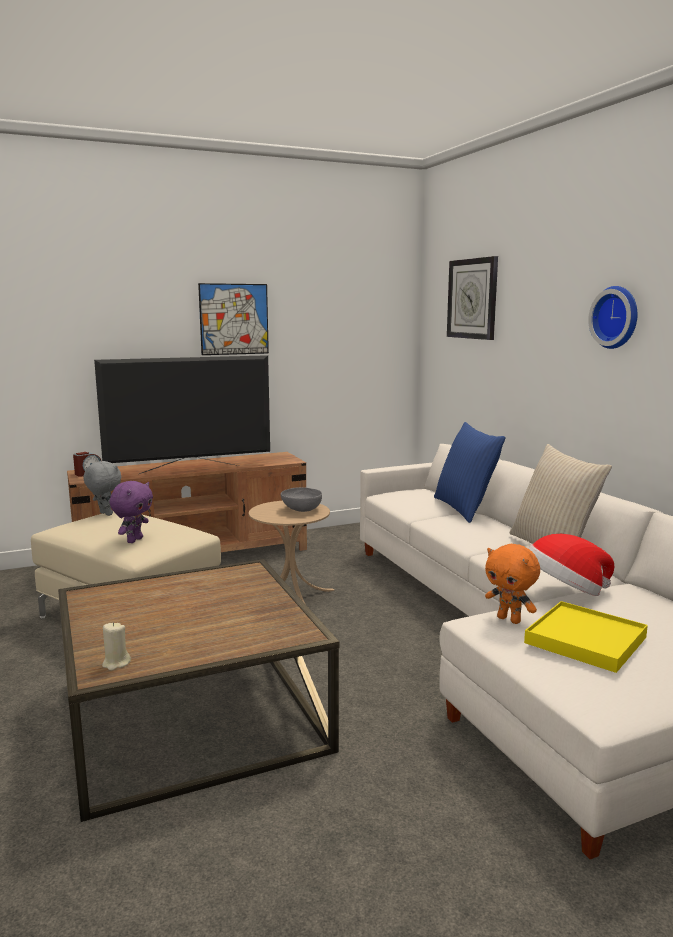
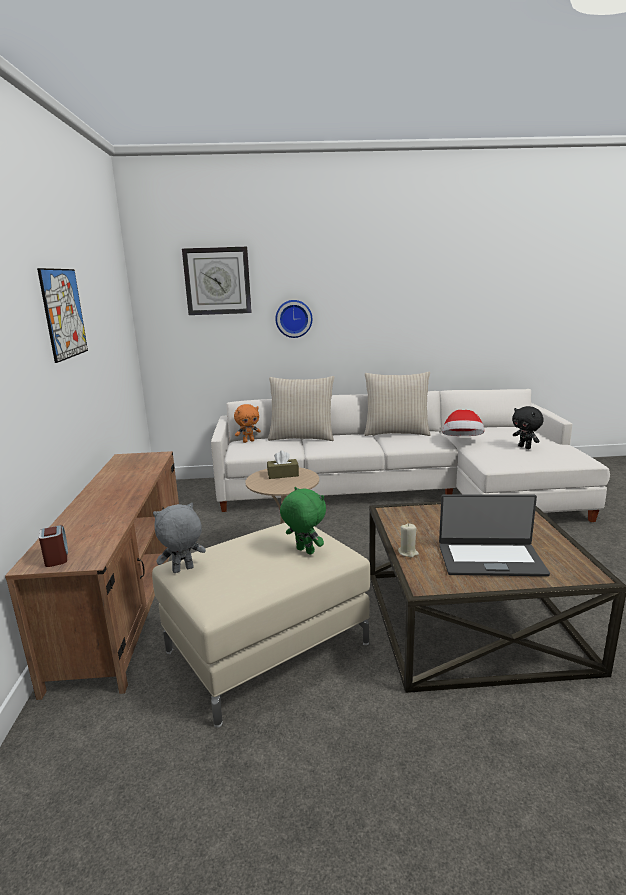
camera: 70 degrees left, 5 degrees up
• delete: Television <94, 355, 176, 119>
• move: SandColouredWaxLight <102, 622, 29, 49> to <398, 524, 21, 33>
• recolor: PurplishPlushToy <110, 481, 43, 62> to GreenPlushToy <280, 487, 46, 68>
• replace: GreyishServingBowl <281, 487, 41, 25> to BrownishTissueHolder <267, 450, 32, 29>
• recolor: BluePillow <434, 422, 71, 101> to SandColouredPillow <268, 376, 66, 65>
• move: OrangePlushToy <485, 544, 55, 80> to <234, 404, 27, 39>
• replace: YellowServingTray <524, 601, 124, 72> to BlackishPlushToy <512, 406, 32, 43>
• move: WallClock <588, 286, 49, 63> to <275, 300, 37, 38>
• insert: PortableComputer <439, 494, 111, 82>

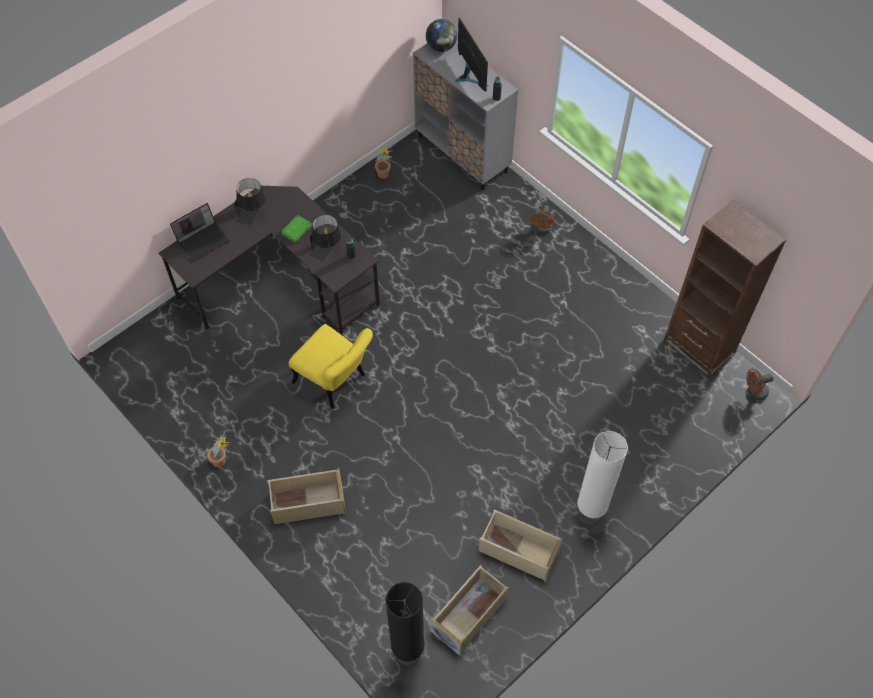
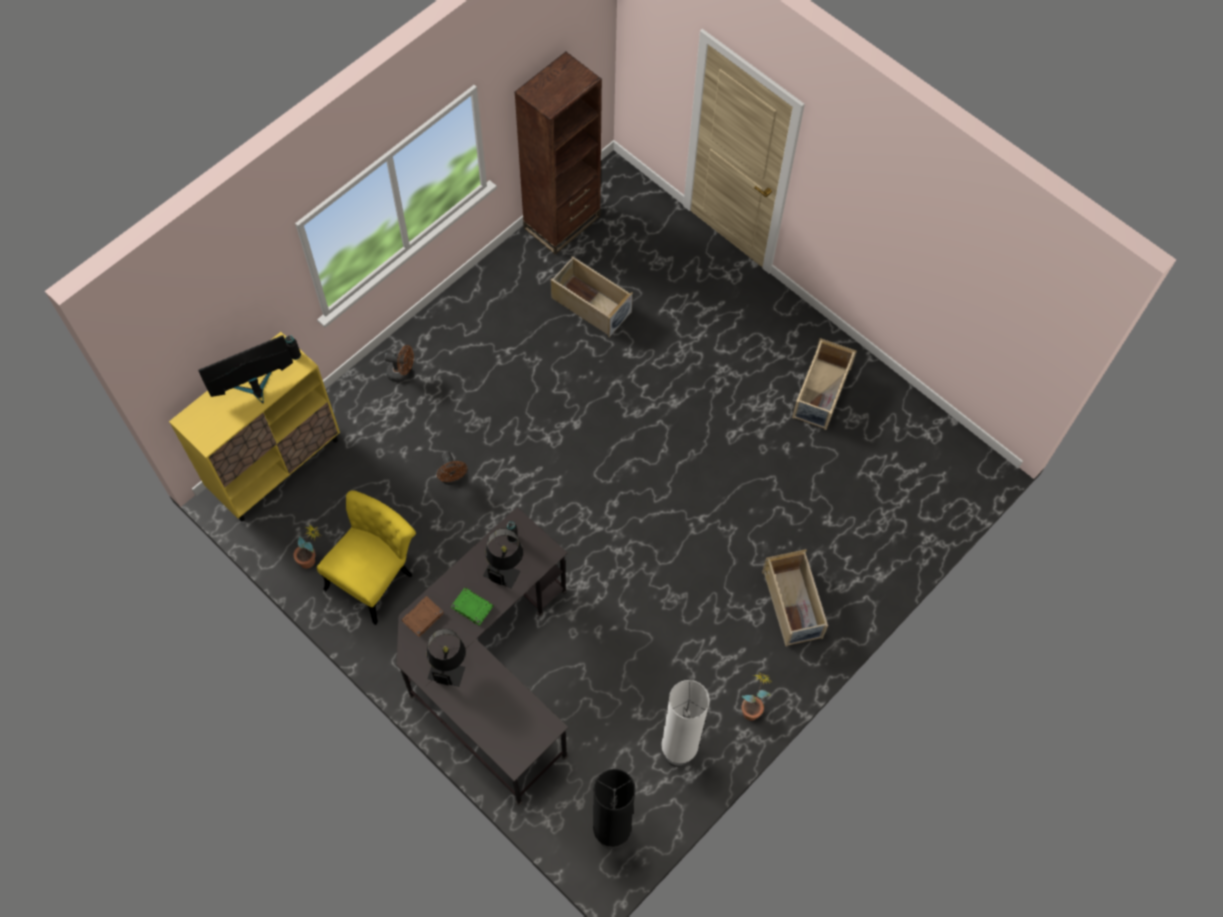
camera: 95 degrees left, 5 degrees up
• delete: PortableComputer <170, 203, 60, 59>
• move: YellowPlainChair <289, 324, 84, 85> to <317, 490, 99, 135>
• move: BlackishStandingLamp <385, 582, 39, 84> to <593, 769, 43, 80>
• recolor: GreyishCabinet <413, 42, 105, 148> to YellowCabinet <169, 332, 171, 189>
• delete: WorldGlobe <426, 19, 31, 33>
• move: SandColouredStorageBox <430, 565, 79, 91> to <551, 256, 82, 81>
• move: WhiteColouredStandingLamp <577, 431, 51, 94> to <661, 680, 49, 87>
• move: BrownishCoolingFan <746, 369, 28, 32> to <437, 452, 30, 33>
• insert: BrownishVolume <402, 596, 42, 41>

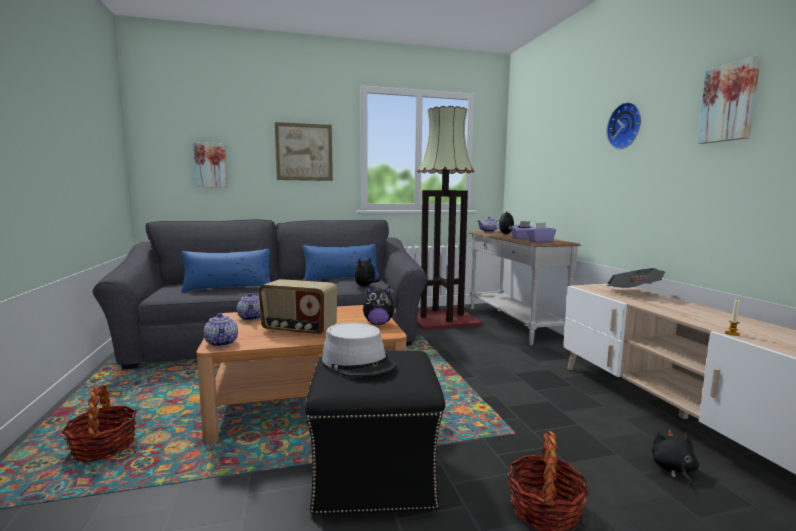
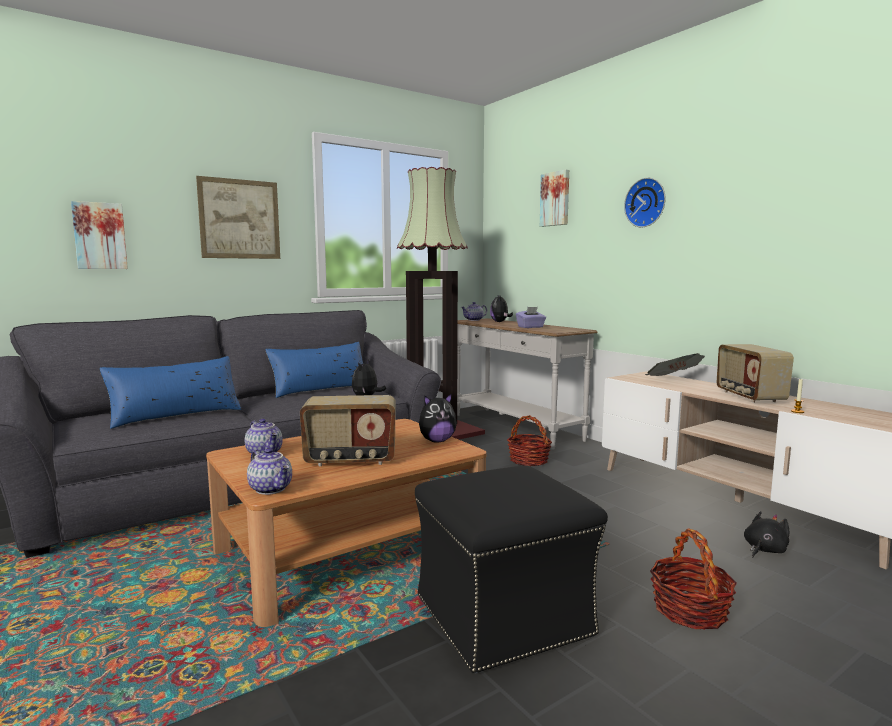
camera: 20 degrees left, 0 degrees up
• move: Basket <62, 385, 75, 77> to <507, 415, 45, 51>
• delete: GreyishHat <322, 323, 75, 54>
• delete: PurplishTissueHolder <527, 223, 29, 19>
• rotate: BlackishPlushToy <652, 429, 47, 59> = <744, 511, 45, 46> 60 degrees clockwise
• move: Picture <697, 56, 64, 88> to <540, 169, 29, 58>
• insert: Radio <717, 344, 77, 59>

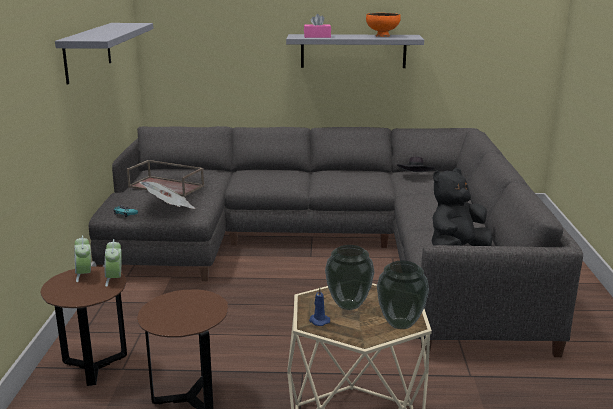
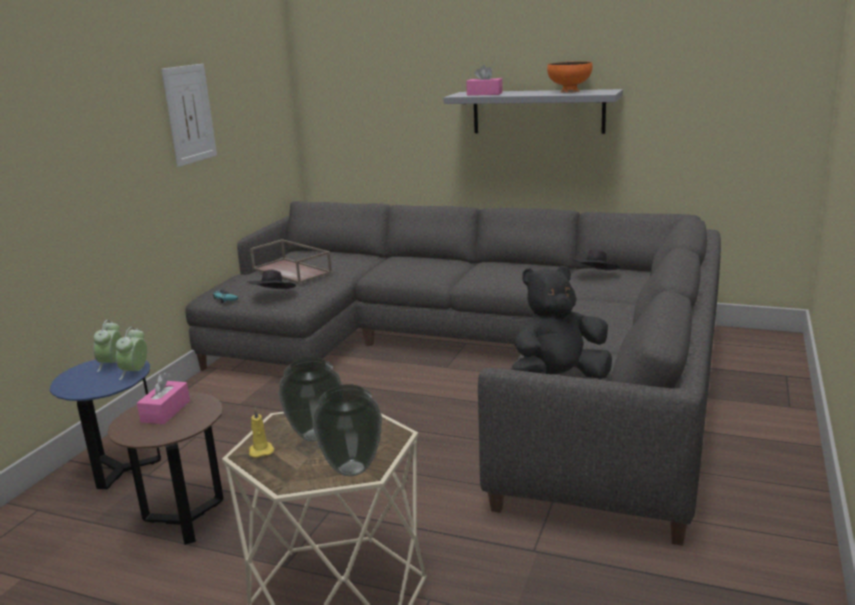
camera: 20 degrees right, 0 degrees up
• recolor: BrownishSideTable <41, 266, 86, 120> to BlueSideTable <50, 359, 111, 130>
• replace: GreyishWallShelf <55, 23, 98, 61> to Picture <161, 64, 56, 103>
• replace: PrintedPaper <140, 181, 56, 28> to BlackishHat <247, 270, 49, 19>
• recolor: BlueWaxLight <309, 287, 21, 39> to YellowWaxLight <249, 408, 25, 50>
• insert: PinkColouredTissueHolder <137, 372, 53, 52>

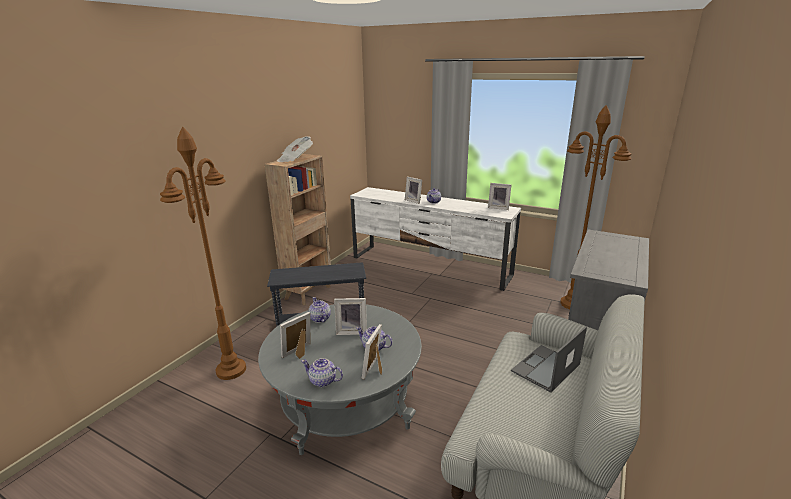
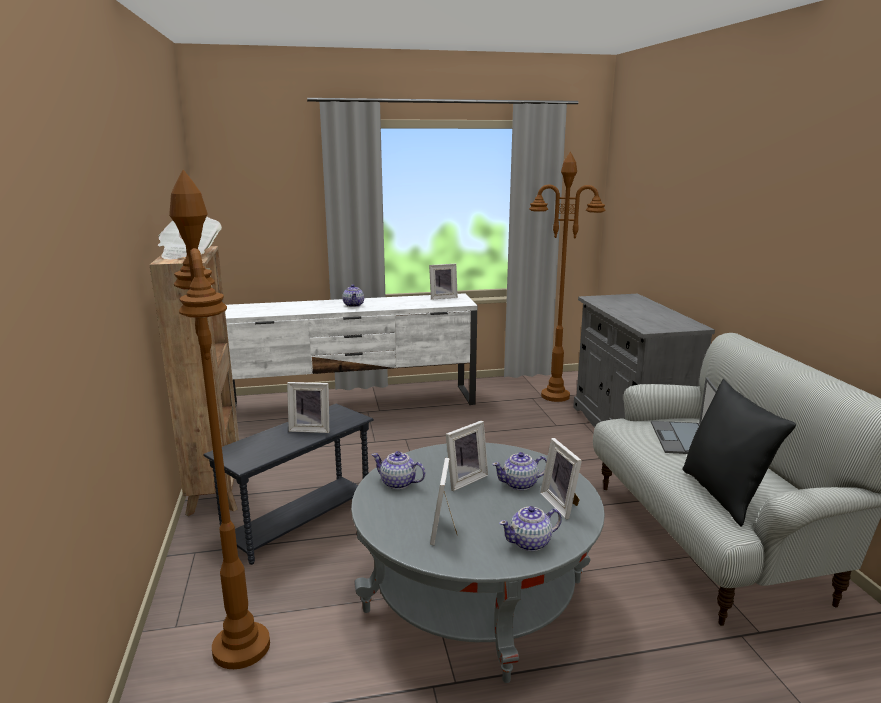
camera: 40 degrees left, 5 degrees down
• move: PictureFrame <405, 177, 17, 27> to <287, 382, 42, 51>
• insert: BlackishPillow <682, 379, 114, 148>

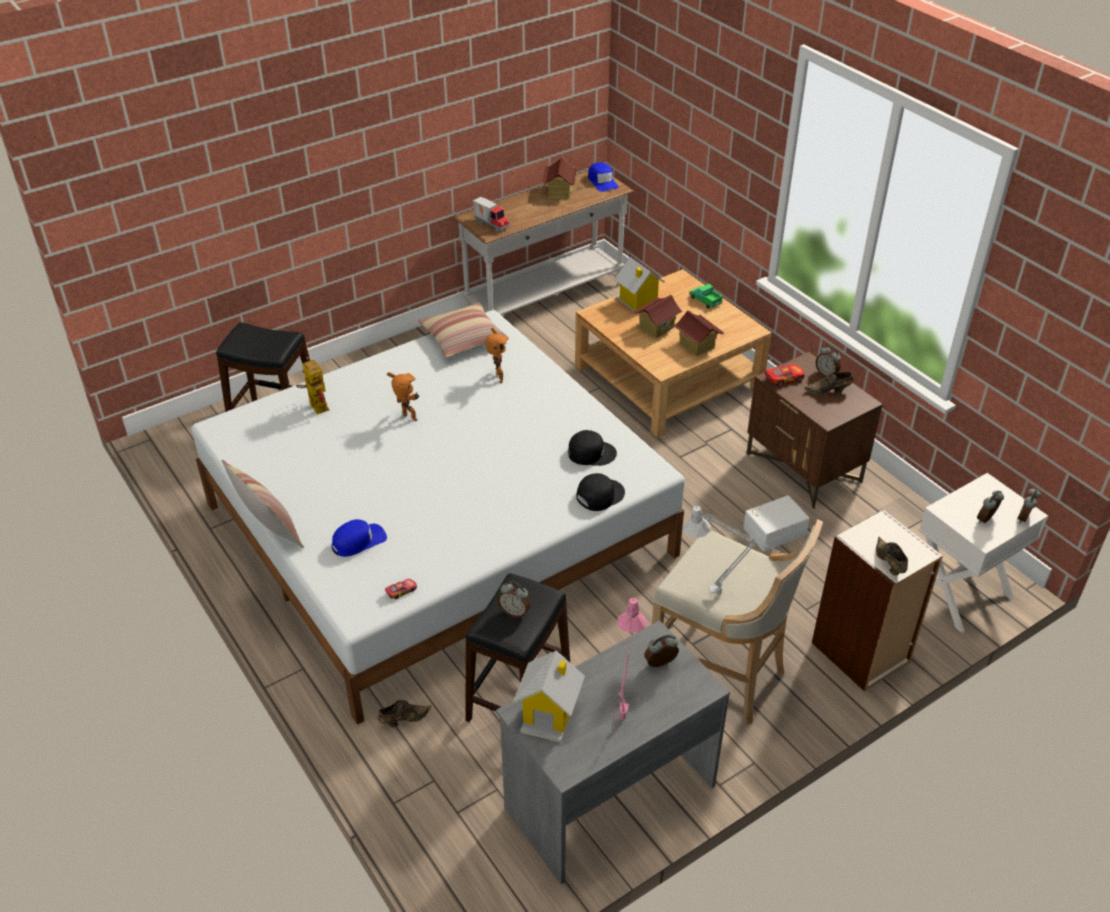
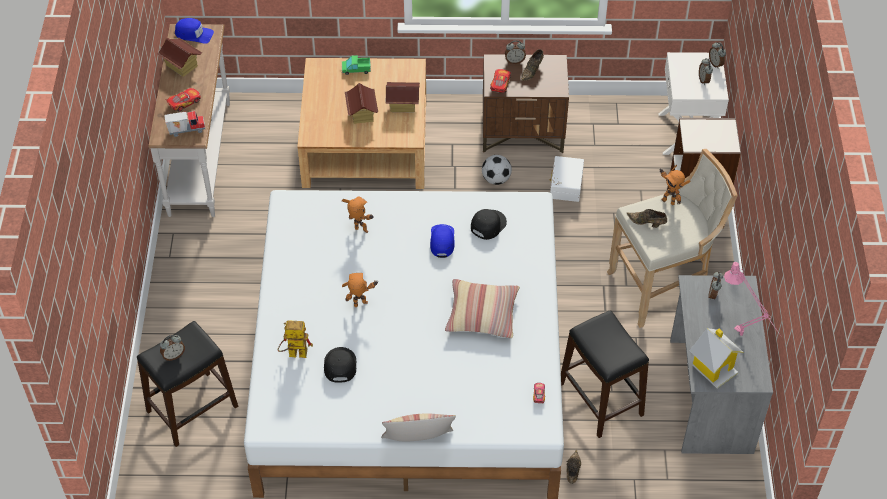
camera: 55 degrees left, 10 degrees up
• move: BlueBaseballCap <332, 519, 55, 38> to <430, 224, 25, 34>
• move: Pillow <418, 302, 91, 56> to <445, 279, 75, 59>
• move: BedsideClock <498, 581, 32, 37> to <160, 335, 25, 26>
• move: BlackishBaseballCap <576, 473, 49, 38> to <324, 347, 32, 36>
• delete: ModelHouse <614, 257, 51, 54>
• delete: GreyishTabletopLamp <683, 506, 98, 90>
• move: BrownishLowShoe <876, 537, 32, 38> to <627, 209, 40, 19>
• insert: MiniatureCar <165, 88, 36, 24>
• insert: Football <482, 155, 30, 30>
• insert: RobotFigure <659, 165, 32, 40>

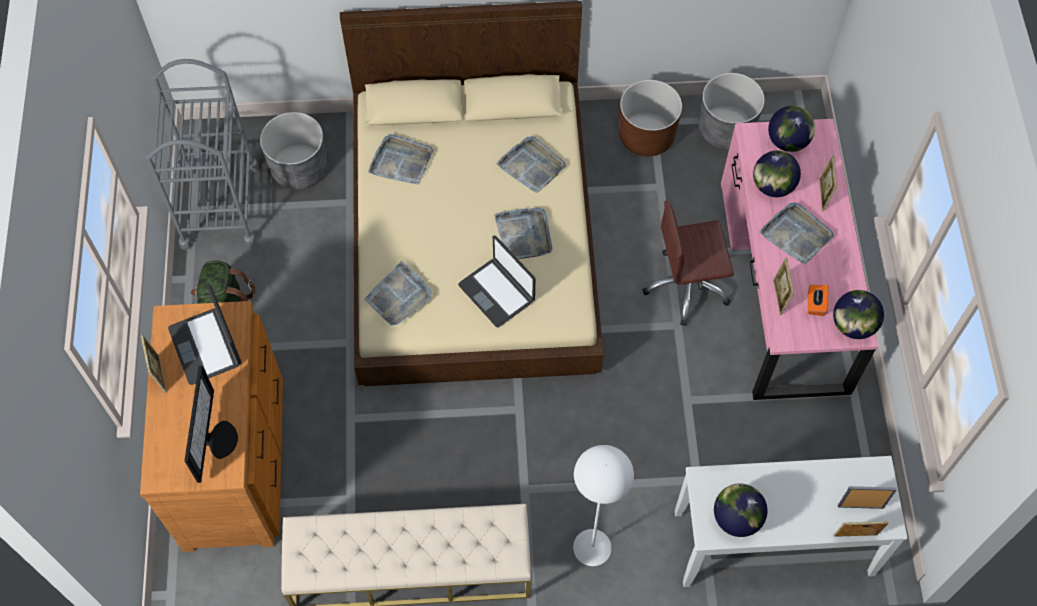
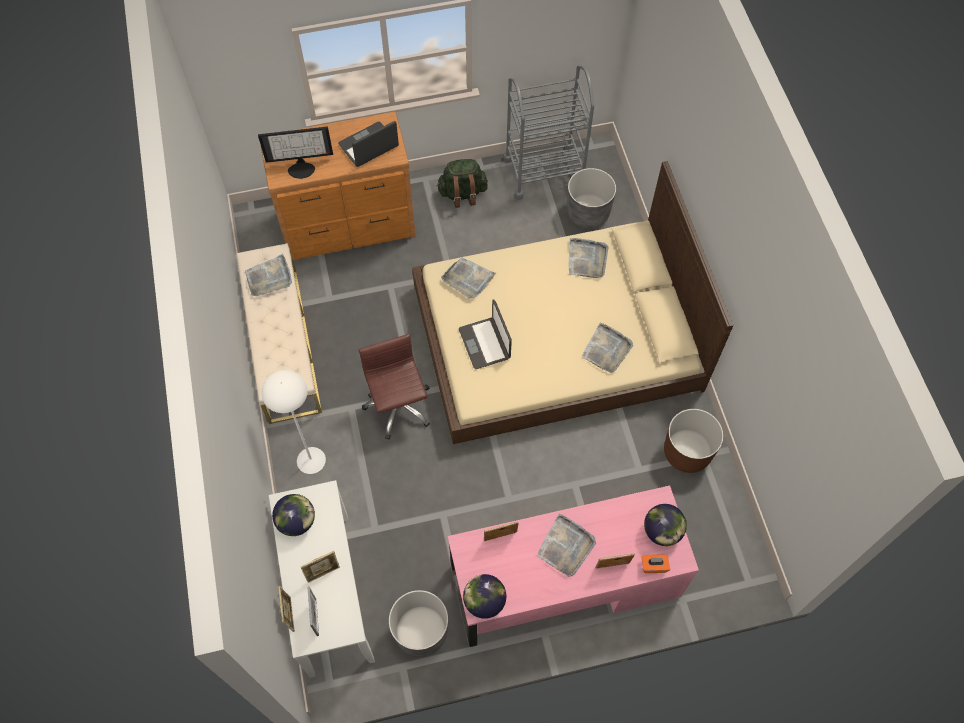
camera: 80 degrees right, 0 degrees up
• move: PictureFrame <141, 334, 26, 59> to <301, 551, 39, 32>
• rotate: PortableComputer <458, 235, 78, 93> = <459, 300, 53, 69> 60 degrees counterclockwise
• move: GreyishServingTray <494, 207, 59, 52> to <245, 254, 47, 42>
• move: BrownishComputerChair <643, 201, 91, 125> to <359, 334, 71, 105>
• move: GreyishPlanter <699, 73, 66, 76> to <389, 590, 59, 67>
• delete: WorldGlobe <753, 151, 48, 46>
• move: OrangeTissueHolder <807, 285, 22, 31> to <642, 554, 28, 19>

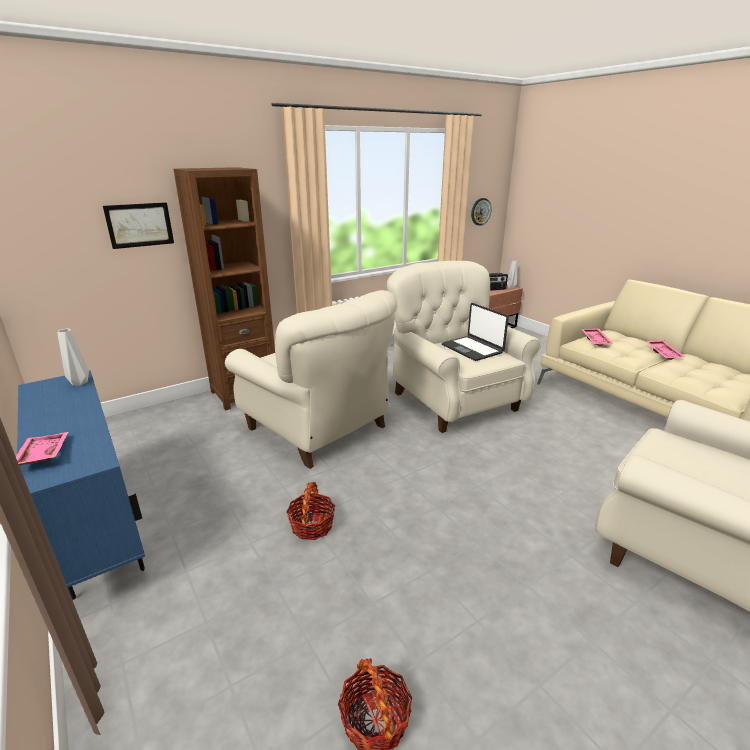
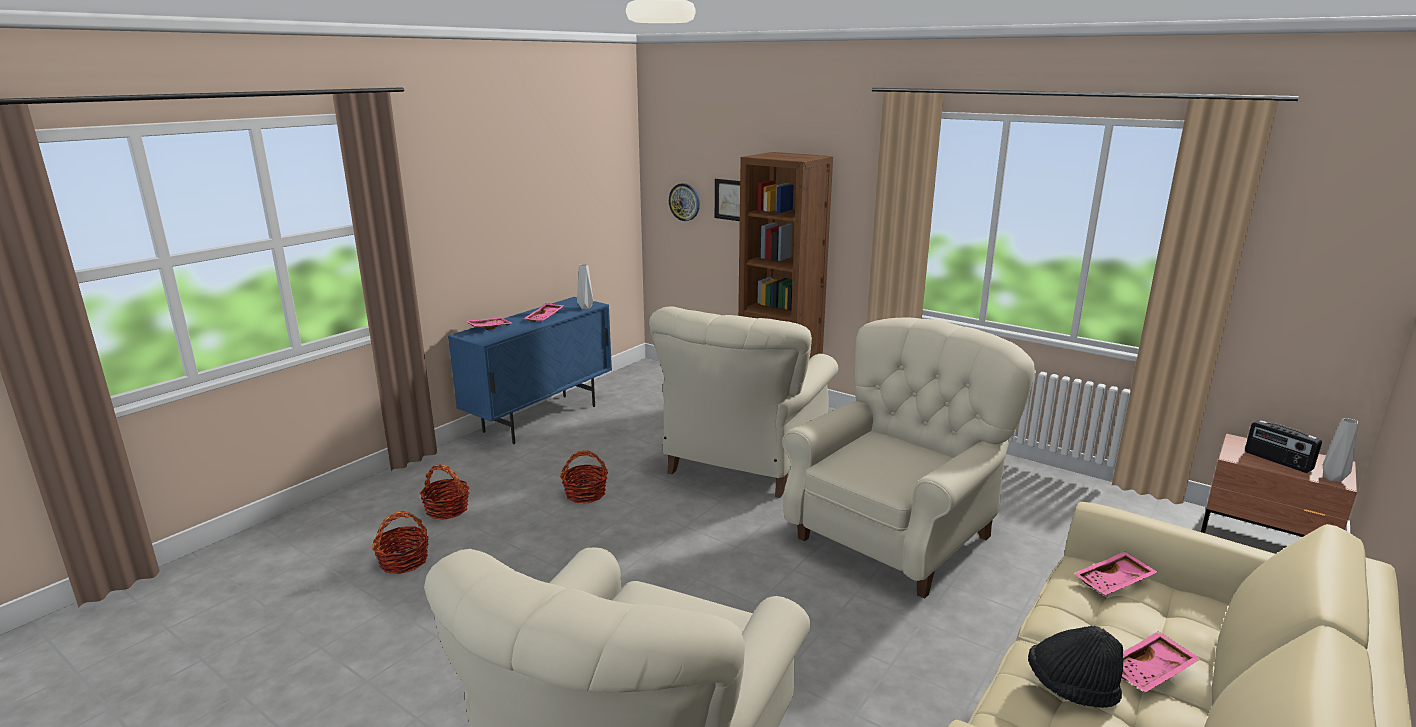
camera: 70 degrees right, 5 degrees down
• delete: PortableComputer <442, 303, 67, 58>
• move: WallClock <471, 198, 21, 28> to <669, 183, 31, 38>
• insert: Basket <420, 464, 49, 55>
• insert: PinkColouredServingTray <524, 303, 41, 19>
• insert: BlackishHat <1028, 626, 95, 82>

